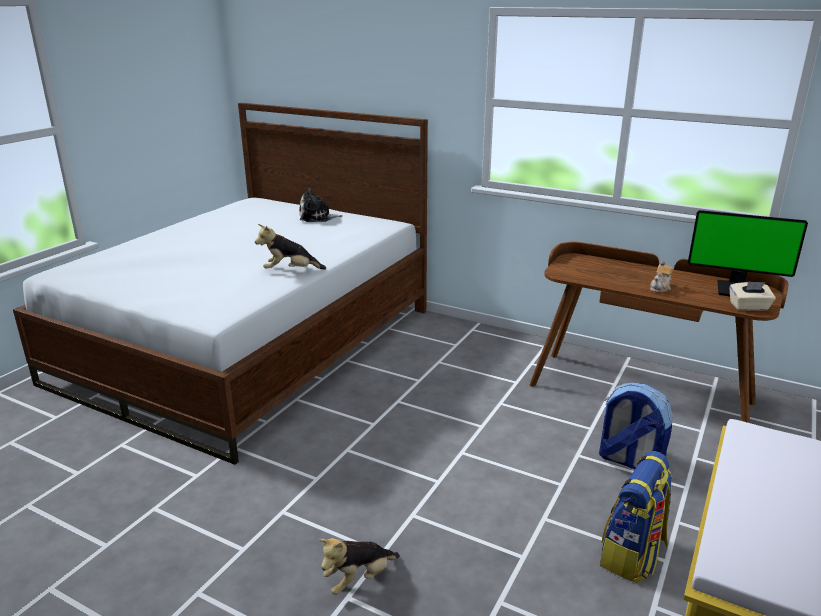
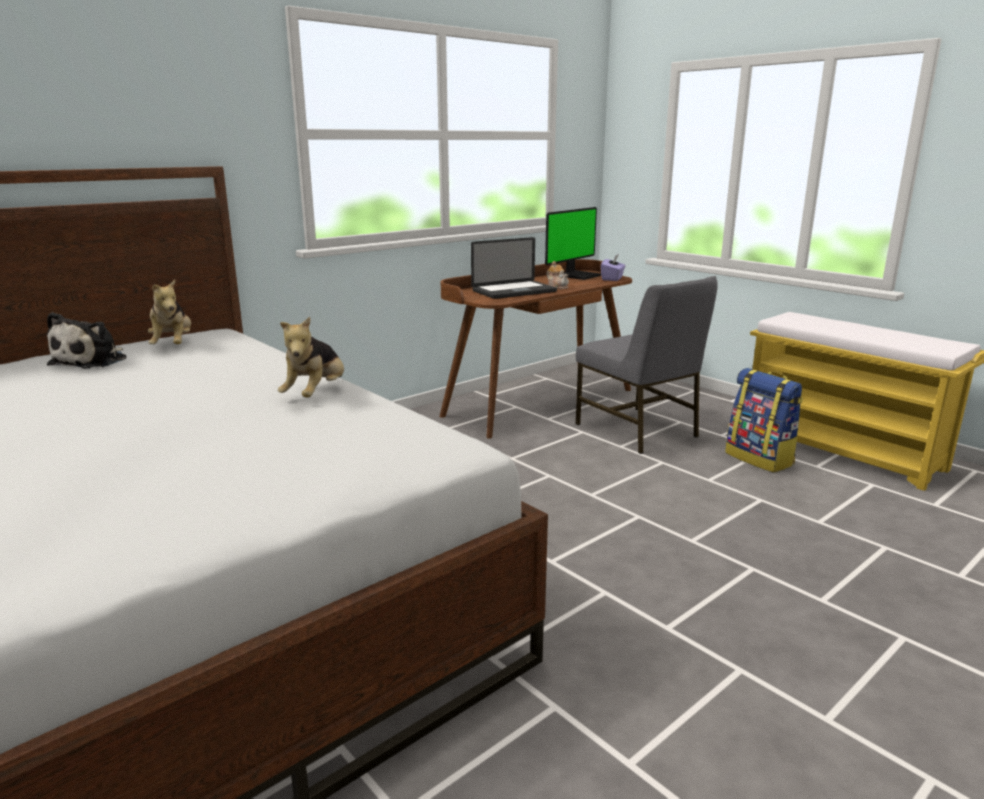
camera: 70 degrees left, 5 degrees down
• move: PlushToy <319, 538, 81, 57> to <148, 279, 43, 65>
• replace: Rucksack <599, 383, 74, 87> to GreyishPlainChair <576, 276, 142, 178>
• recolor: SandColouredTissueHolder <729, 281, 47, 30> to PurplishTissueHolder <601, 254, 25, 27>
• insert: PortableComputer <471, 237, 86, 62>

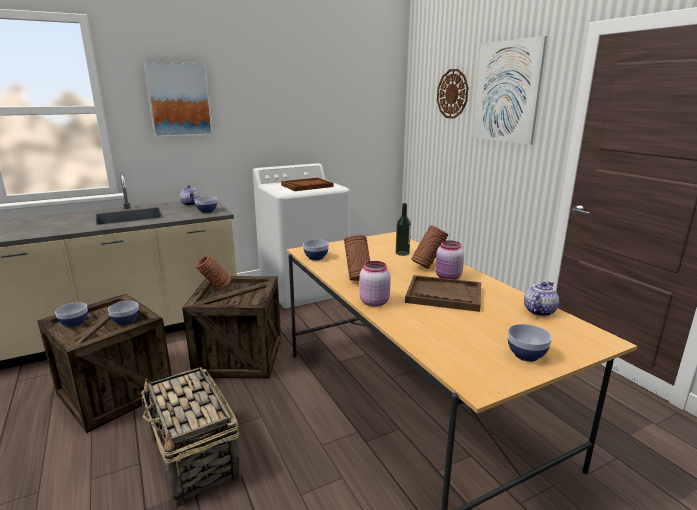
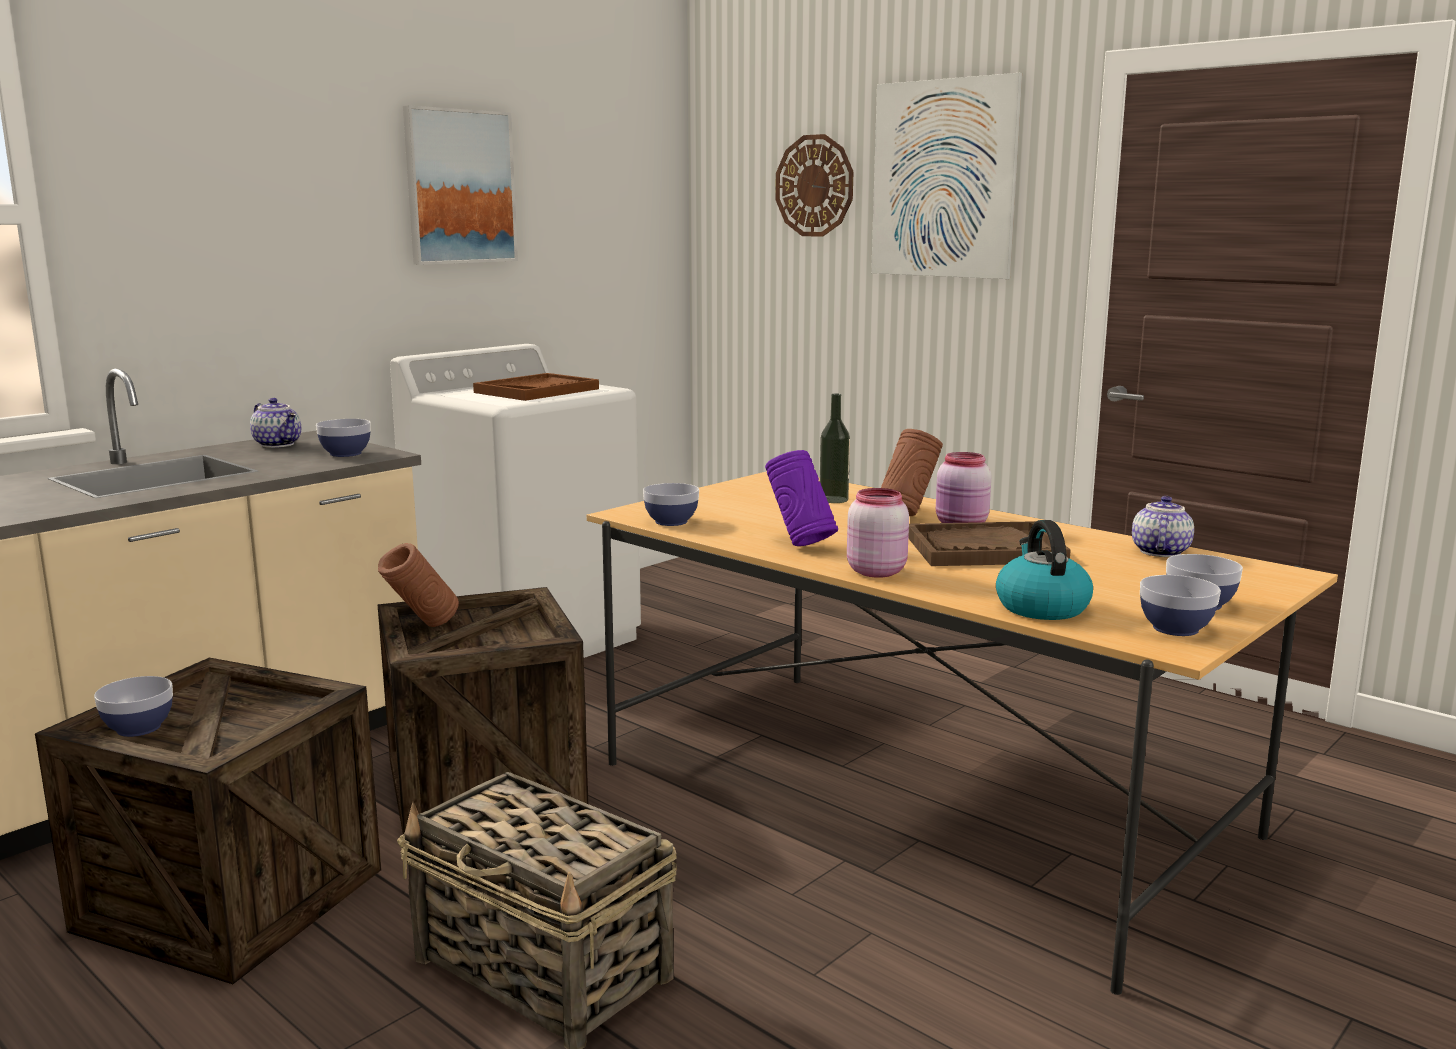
camera: 20 degrees left, 5 degrees down
• move: ServingBowl <108, 301, 31, 24> to <1140, 575, 81, 61>
• move: Picture <144, 61, 69, 76> to <403, 105, 115, 160>
• recolor: BrownishVase <344, 235, 26, 46> to PurplishVase <765, 450, 73, 96>
• insert: TeaKettle <996, 520, 97, 100>

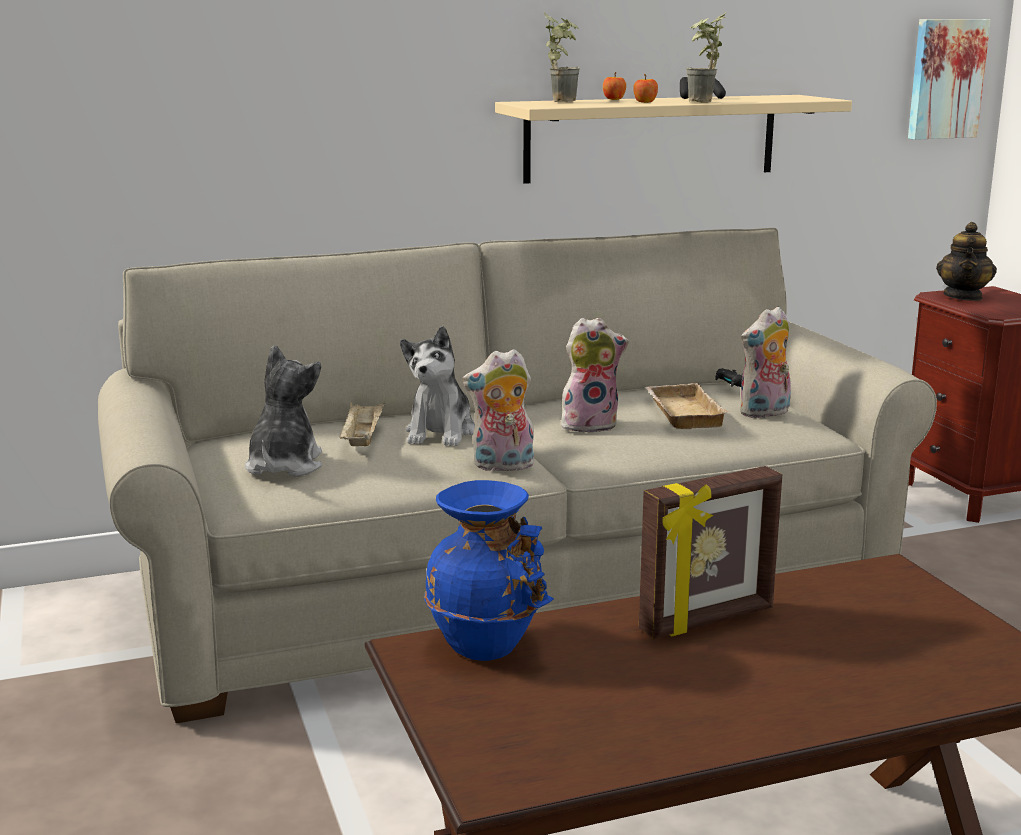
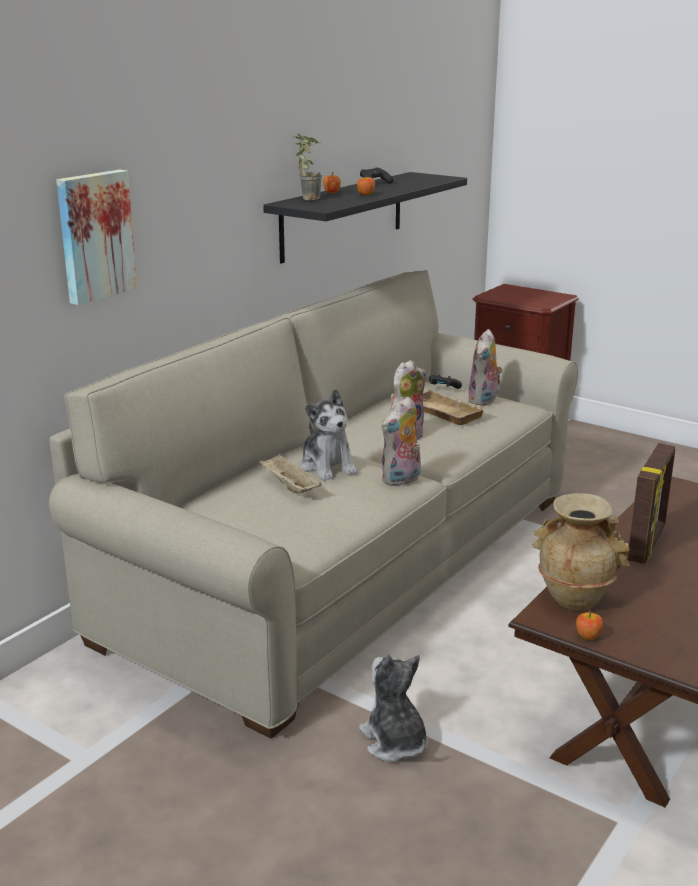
camera: 35 degrees left, 5 degrees up
• move: PlushToy <245, 345, 77, 132> to <359, 654, 69, 108>
• recolor: BlueVase <424, 480, 130, 181> to SandColouredVase <533, 493, 97, 118>
• recolor: SandColouredWallShelf <495, 95, 357, 89> to BlackishWallShelf <263, 172, 204, 92>
• delete: PottedPlant <686, 12, 40, 91>
• move: Picture <908, 19, 83, 121> to <56, 170, 82, 135>
• delete: TeaPot <936, 222, 61, 79>
• insert: AppleFruit <576, 610, 27, 30>

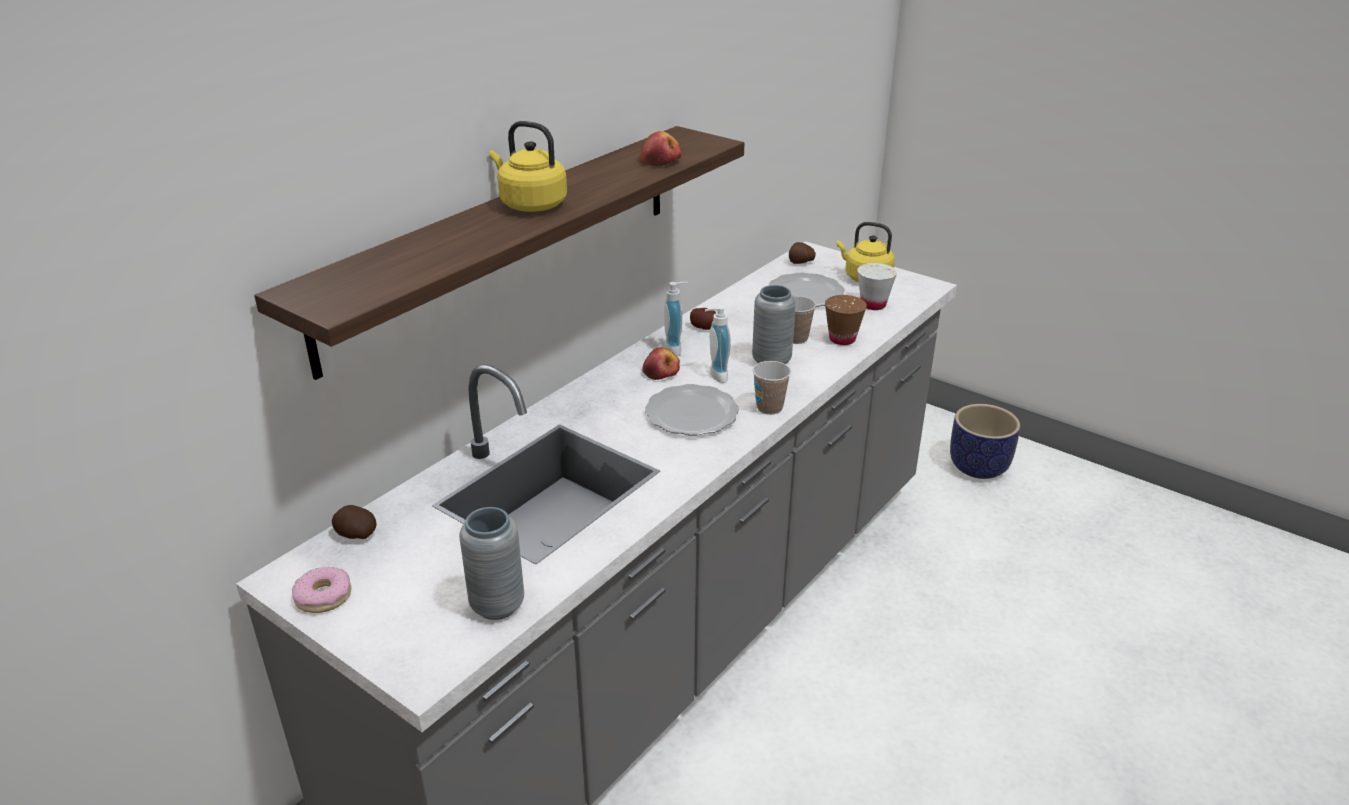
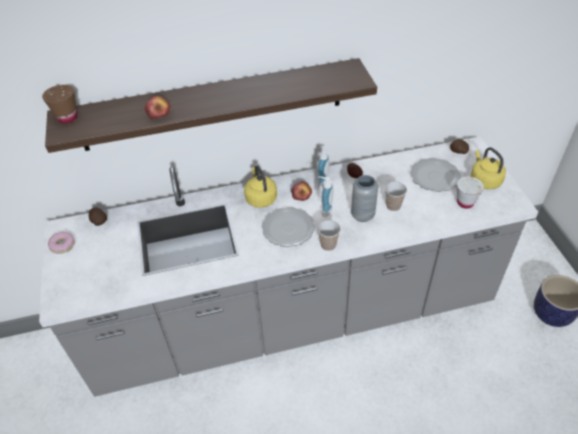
camera: 40 degrees right, 15 degrees up
• delete: GreyishVase <459, 507, 65, 113>
• move: YellowTeaKettle <489, 121, 78, 91> to <244, 165, 33, 43>
• move: AppleFruit <640, 131, 41, 35> to <145, 96, 25, 23>
• move: BrownishDrinkingCup <825, 295, 42, 50> to <42, 85, 35, 38>

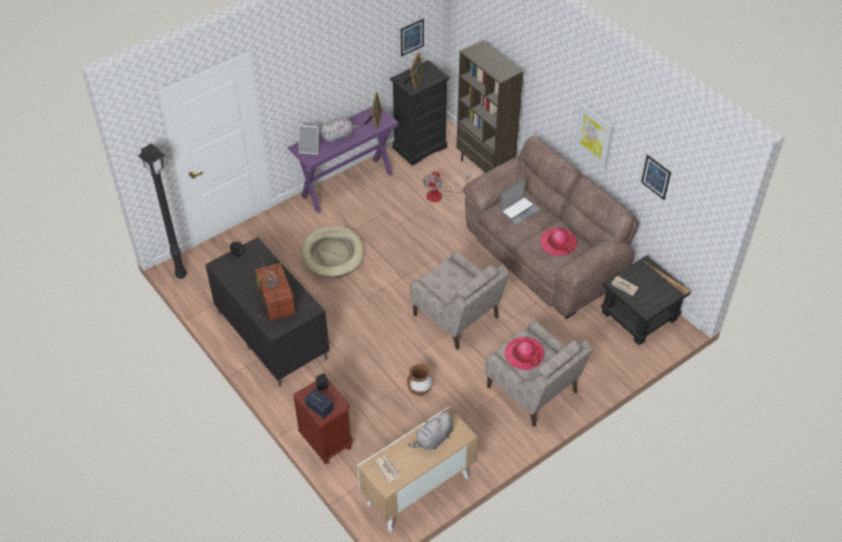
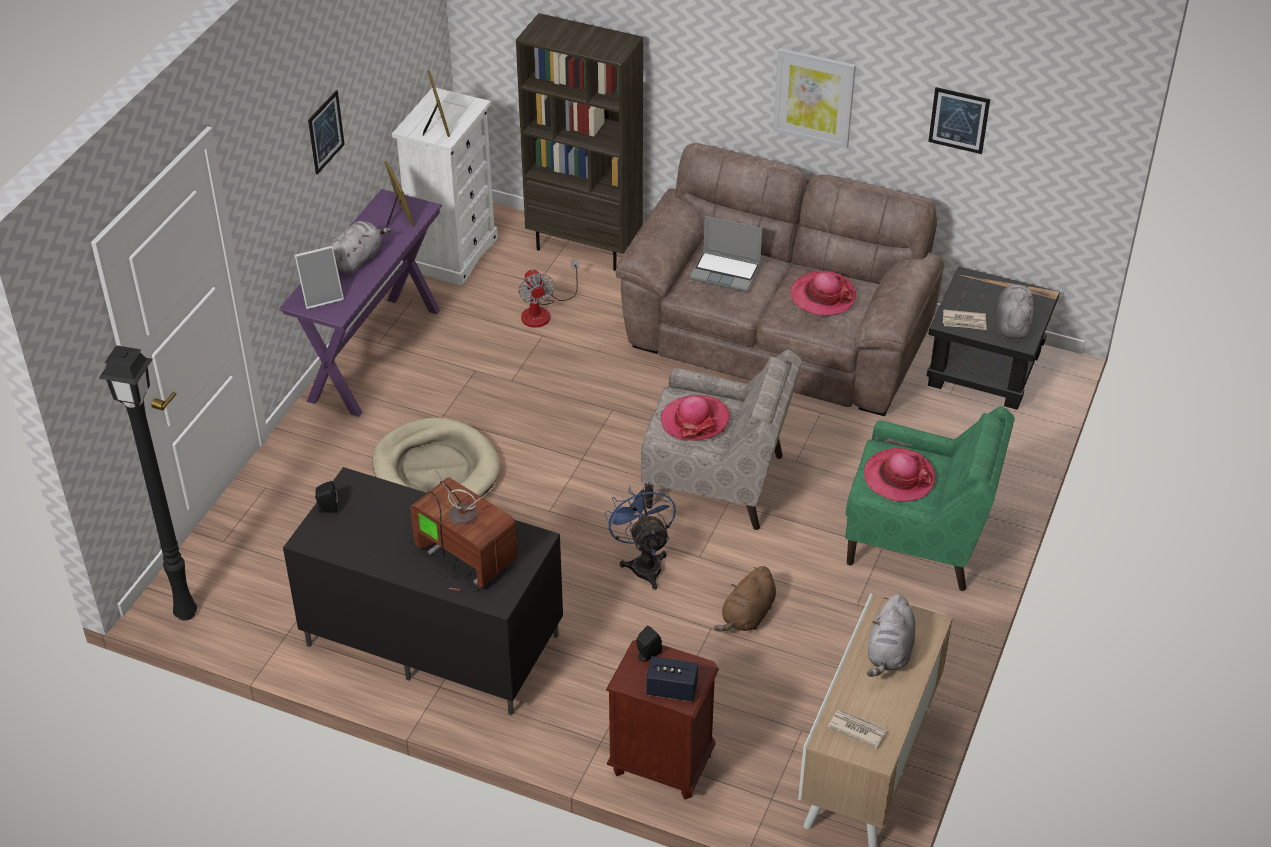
camera: 30 degrees left, 5 degrees down
• recolor: BlackishDresser <390, 60, 60, 106> to WhiteColouredDresser <392, 88, 106, 198>
• move: Picture <400, 19, 24, 38> to <308, 90, 37, 85>
• replace: BrownishVase <407, 364, 25, 32> to BrownishPlushToy <714, 566, 62, 65>
• recolor: SandColouredArmchair <485, 321, 107, 106> to GreenArmchair <845, 406, 170, 185>
• rotate: PortableComputer <500, 178, 41, 47> = <690, 216, 72, 76> 90 degrees clockwise
• insert: BlueCoolingFan <605, 482, 71, 108>
• insert: Hat <660, 395, 70, 46>
• insert: GreyishPlushToy <996, 284, 39, 55>

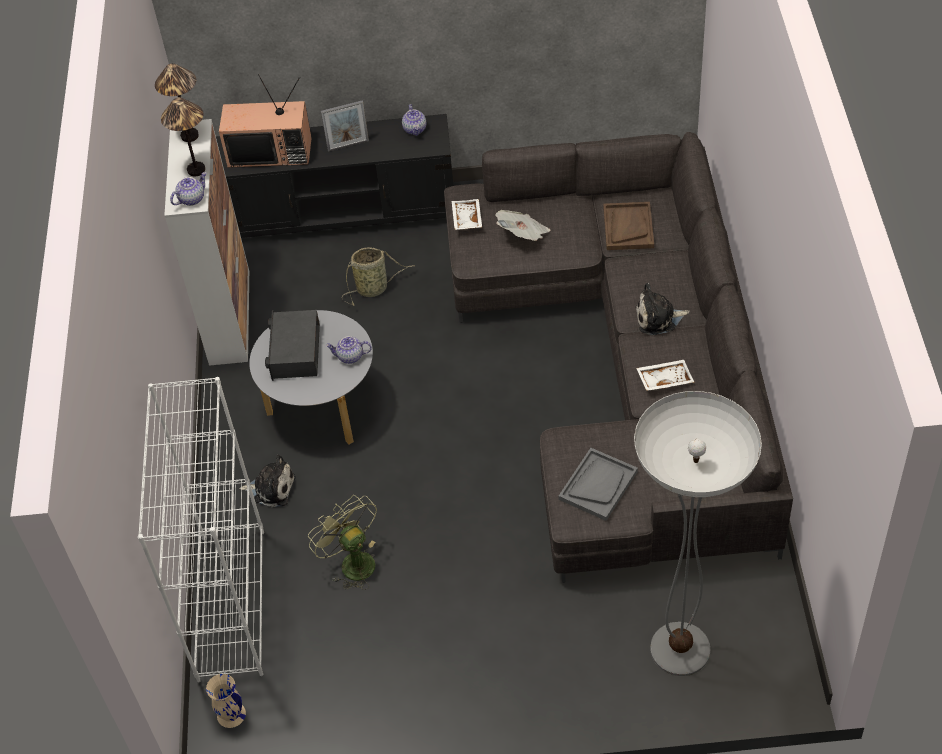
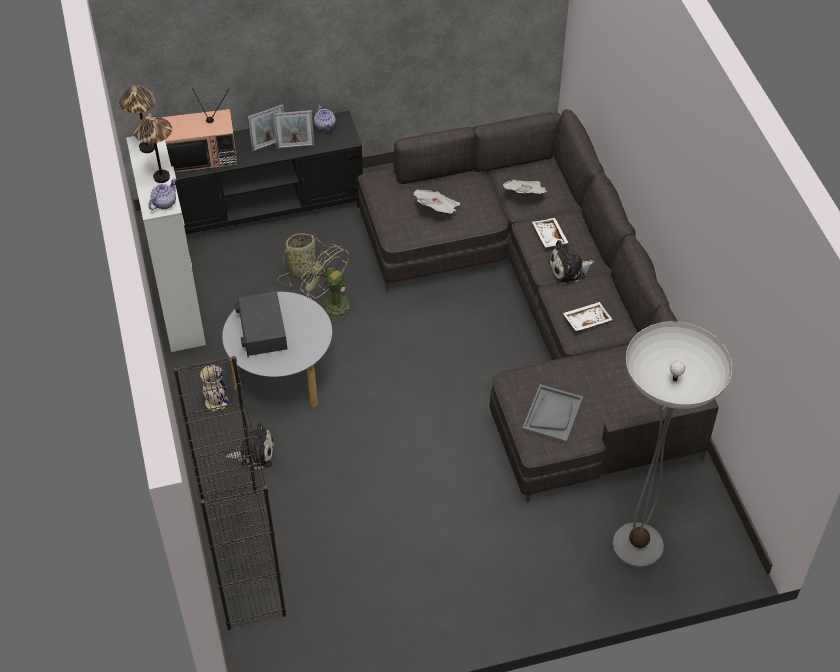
camera: 15 degrees left, 0 degrees up
• recolor: WhiteColouredBookcase <138, 377, 126, 305> to BlackishBookcase <173, 356, 113, 274>
• move: SandColouredVase <206, 674, 40, 54> to <200, 365, 28, 46>
• move: GreenCoolingFan <308, 495, 69, 95> to <300, 244, 50, 78>
• delete: TeaPot <326, 336, 46, 28>
• move: WhiteColouredServingTray <452, 199, 30, 31> to <532, 218, 37, 30>
• replace: BrownishServingTray <603, 202, 51, 48> to PrintedPaper <503, 180, 44, 14>
• insert: PictureFrame <273, 110, 41, 39>

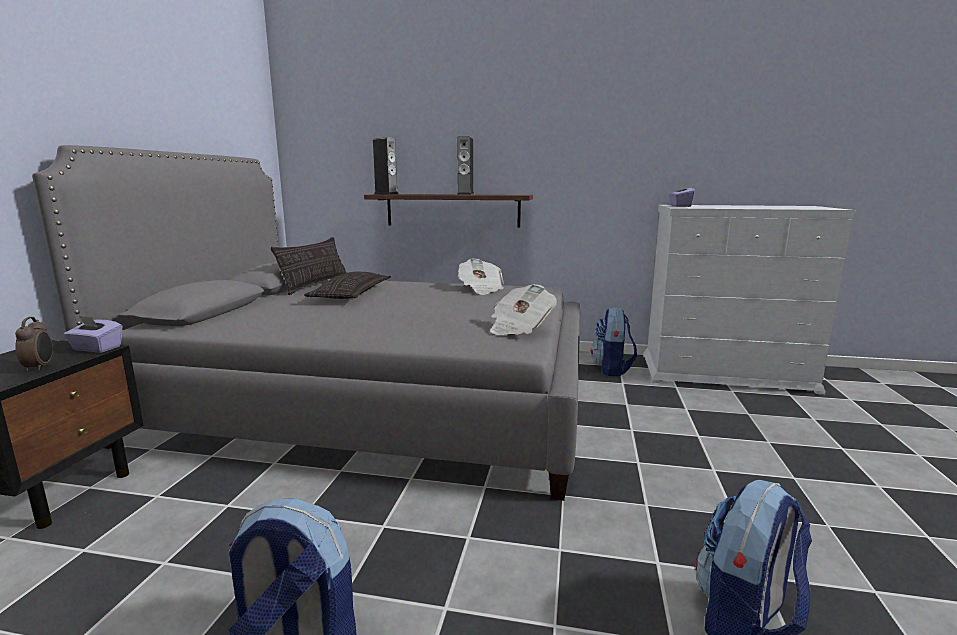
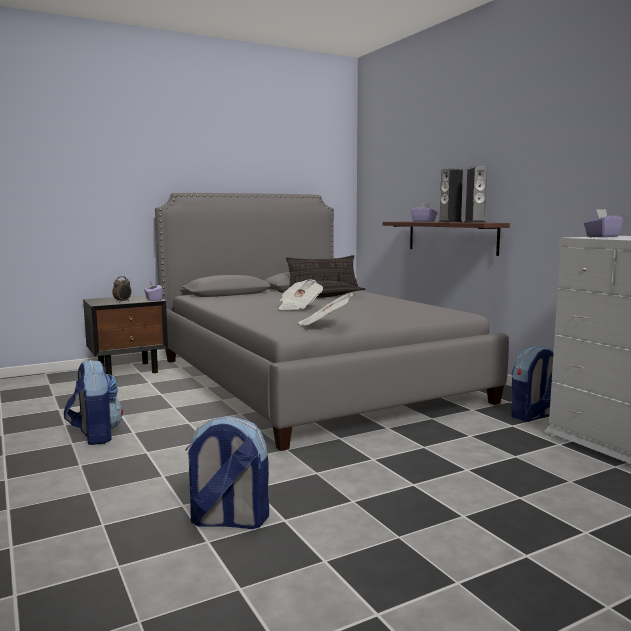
camera: 50 degrees right, 5 degrees down
• move: AudioSpeaker <373, 138, 25, 57> to <464, 166, 23, 57>
• move: PrintedPaper <458, 259, 46, 36> to <279, 279, 44, 31>
• insert: PurplishTissueHolder <411, 203, 27, 19>

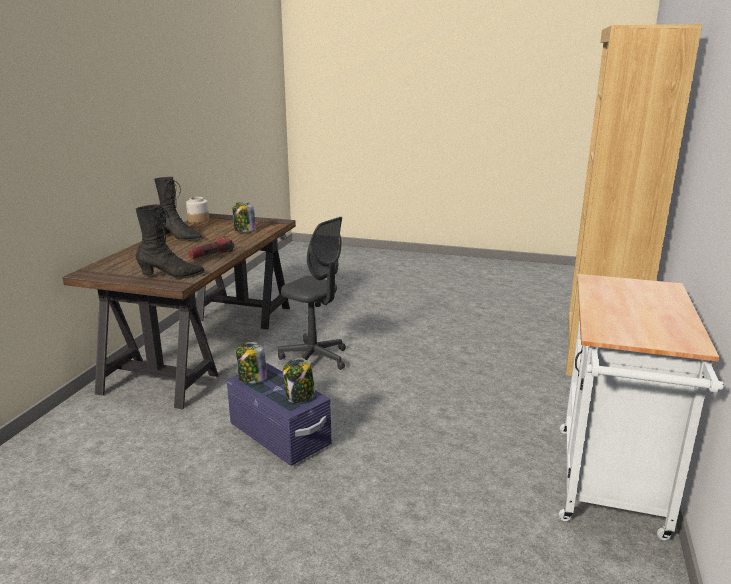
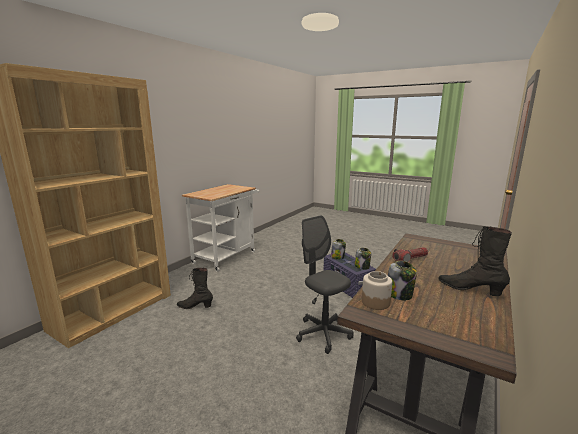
camera: 165 degrees left, 5 degrees down
• move: BlackishHighTopBoot <136, 204, 69, 75> to <177, 268, 36, 41>
• move: PreserveJar <186, 197, 23, 26> to <362, 271, 30, 39>

